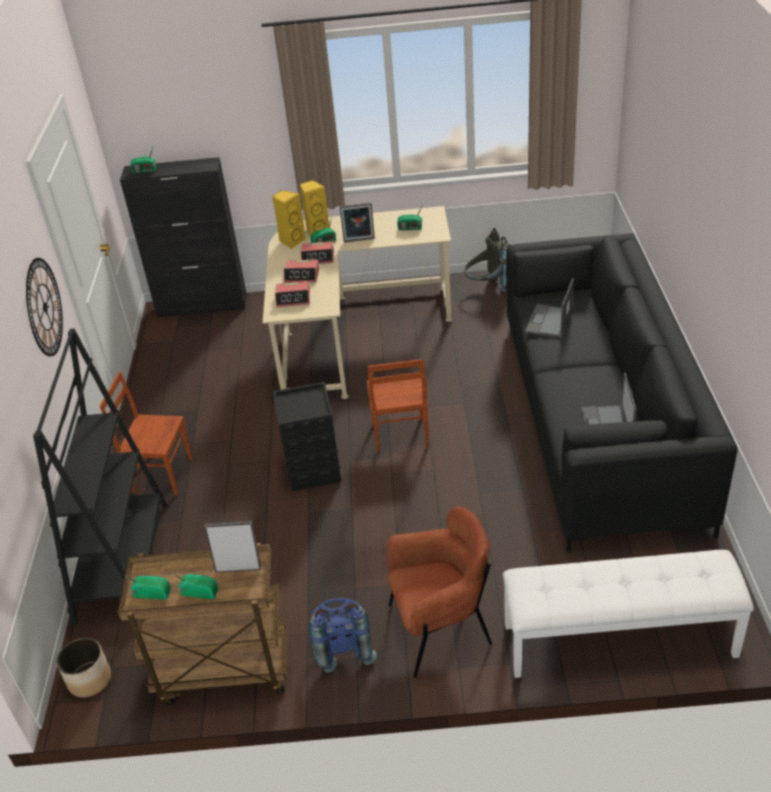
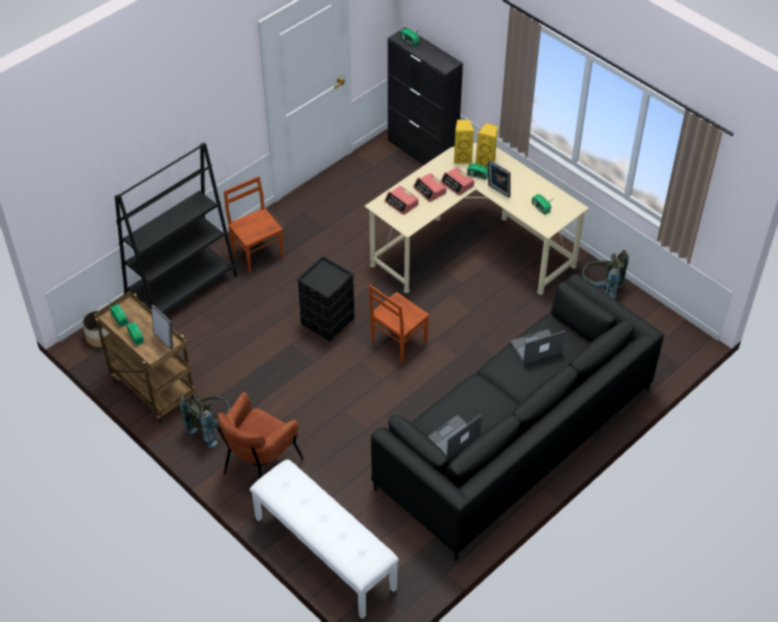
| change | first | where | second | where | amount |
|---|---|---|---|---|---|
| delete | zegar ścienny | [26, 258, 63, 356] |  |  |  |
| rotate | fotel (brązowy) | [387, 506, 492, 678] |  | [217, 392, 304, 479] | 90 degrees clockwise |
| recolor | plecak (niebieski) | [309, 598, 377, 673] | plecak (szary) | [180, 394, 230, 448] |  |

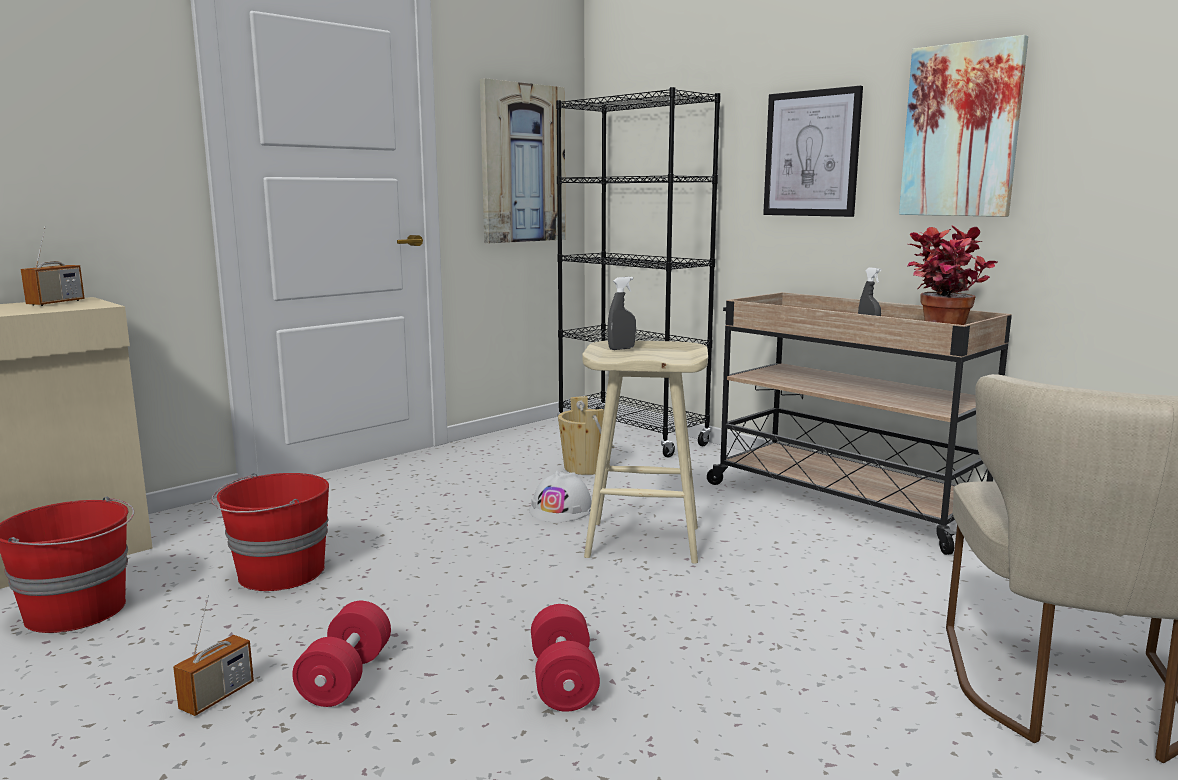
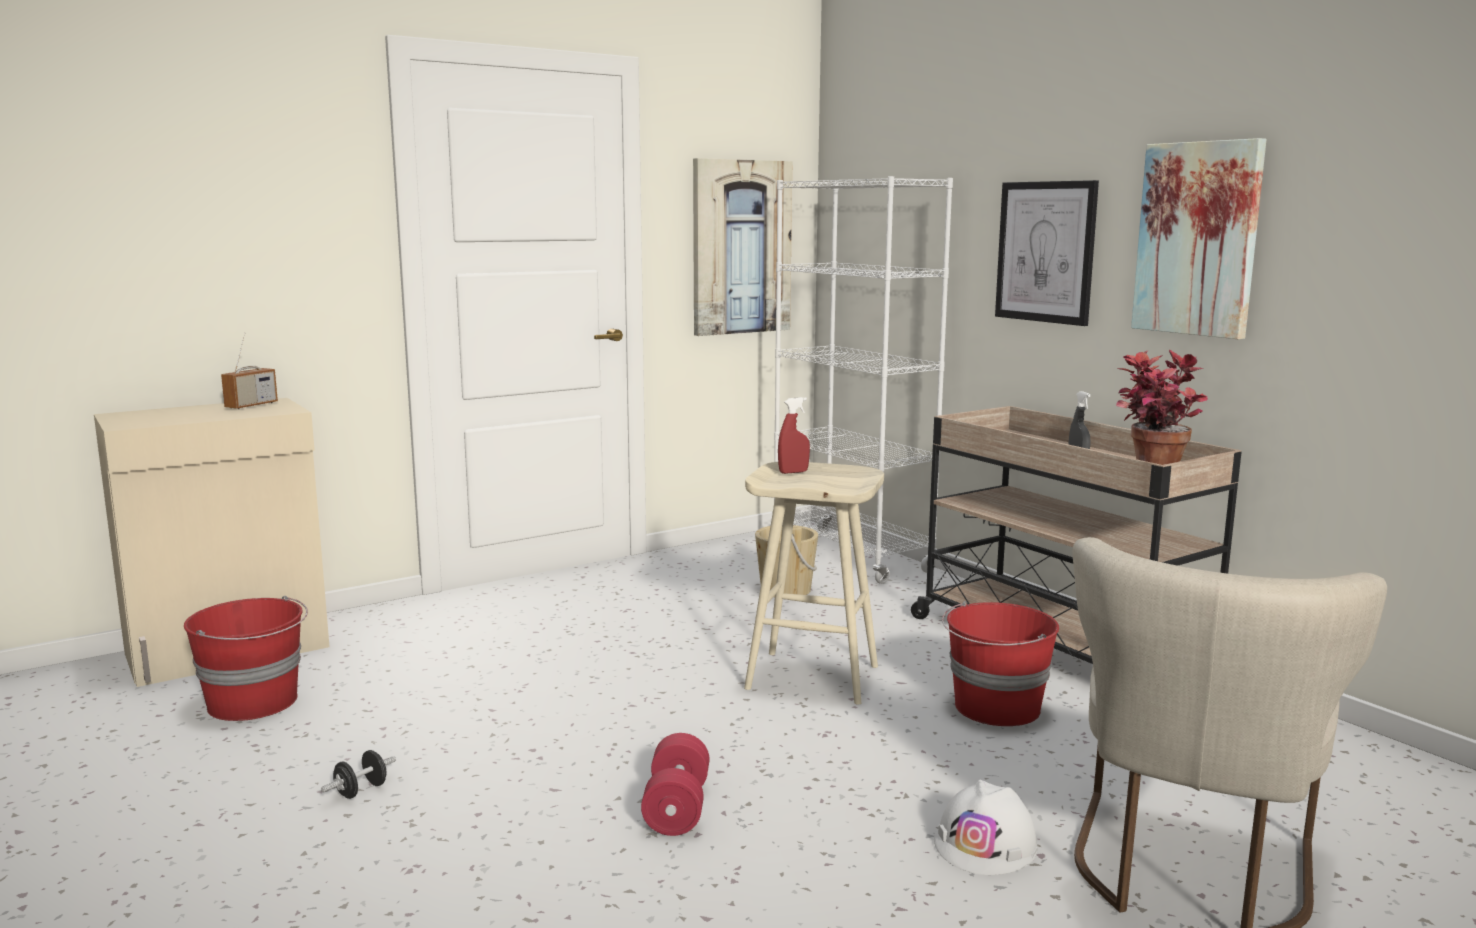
| change | first | where | second | where | amount |
|---|---|---|---|---|---|
| recolor | regał (czarny) | [556, 87, 721, 458] | regał (biały) | [774, 176, 953, 584] |  |
| recolor | spryskiwacz (szary) | [608, 277, 636, 350] | spryskiwacz (czerwony) | [778, 397, 810, 474] |  |
| move | kask (biały) | [529, 471, 592, 522] |  | [934, 780, 1038, 875] |  |
| move | wiadro (czerwony) | [211, 473, 329, 591] |  | [942, 601, 1059, 726] |  |
| replace | radio | [173, 595, 254, 716] | hantel (czarny) | [321, 750, 396, 799] |  |
| delete | hantel (czerwony) | [292, 601, 391, 707] |  |  |  |

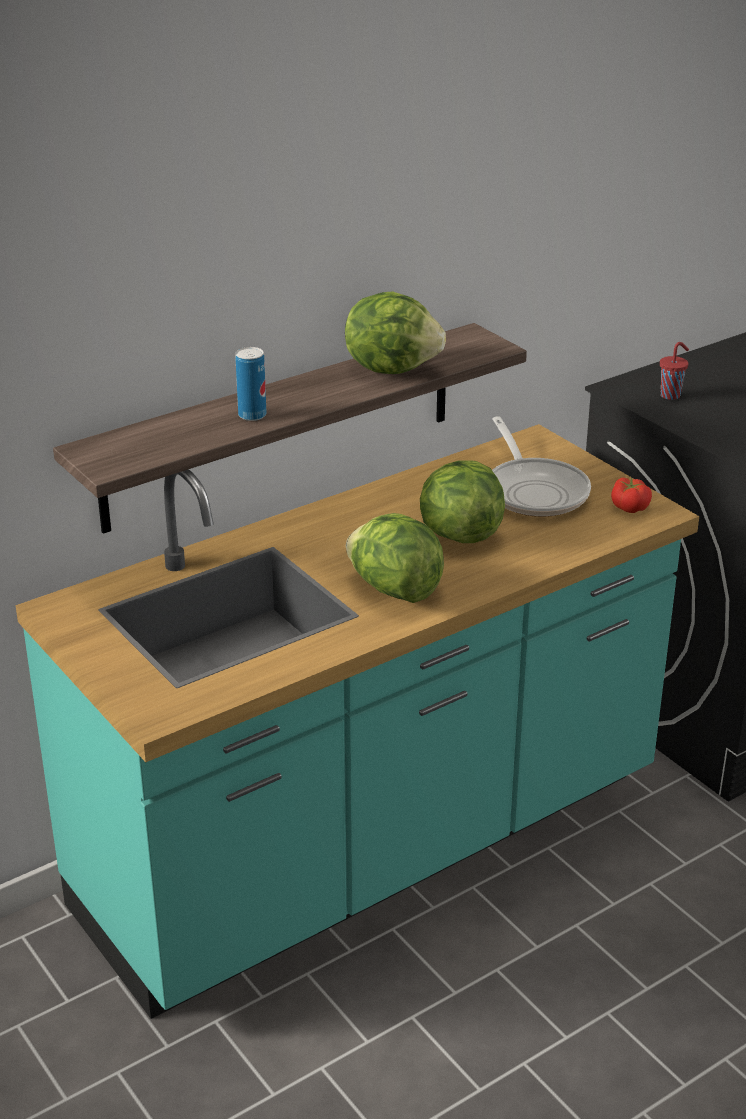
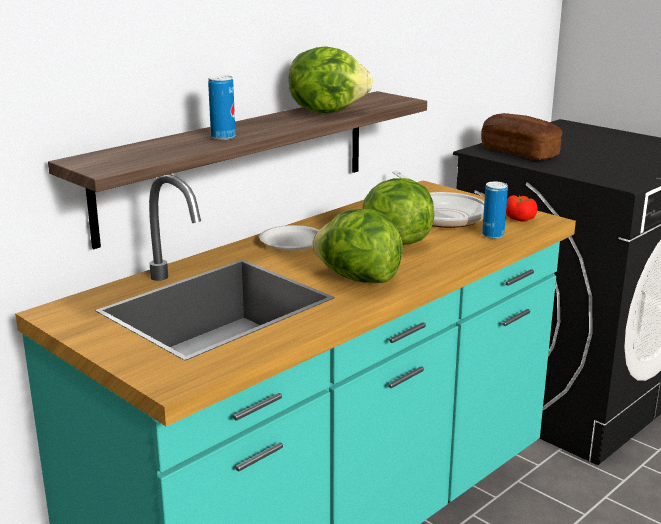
| change | first | where | second | where | amount |
|---|---|---|---|---|---|
| replace | filiżanka (czerwony) | [660, 342, 689, 400] | chleb | [481, 113, 563, 160] |  |
| insert |  |  | puszka | [482, 182, 508, 239] |  |
| insert |  |  | talerz (biały) | [259, 225, 319, 250] |  |

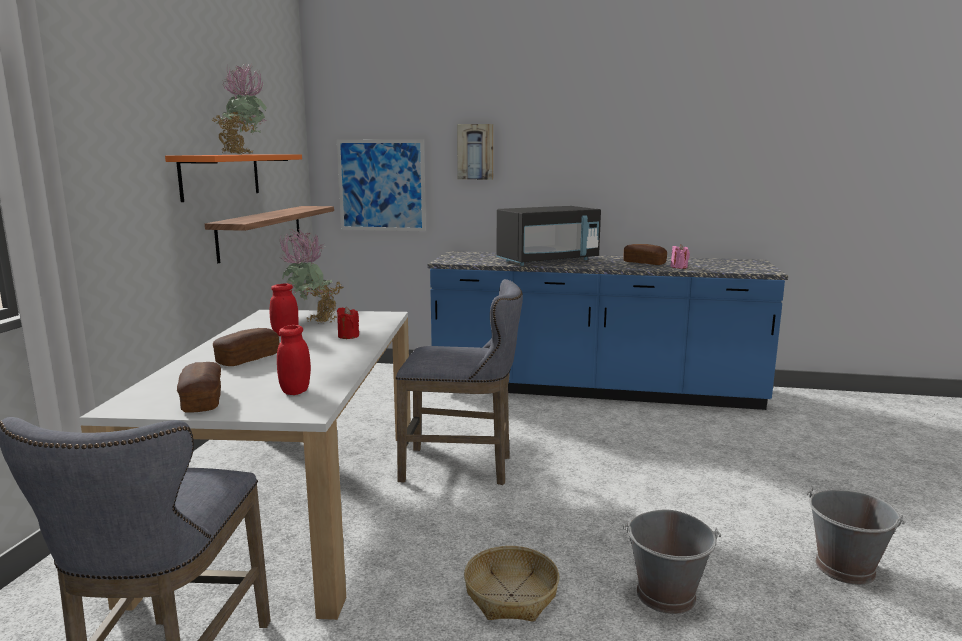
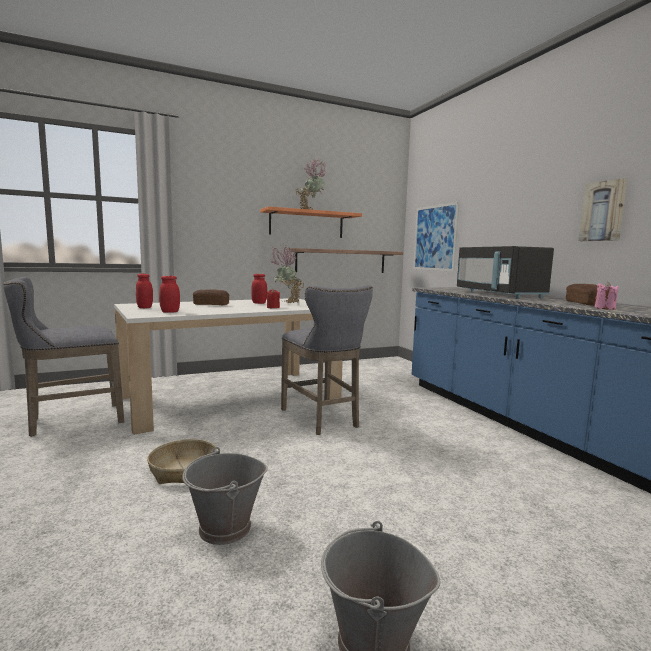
| change | first | where | second | where | amount |
|---|---|---|---|---|---|
| move | obraz | [457, 124, 494, 180] |  | [578, 178, 628, 241] |  |
| rotate | mikrofalówka (czarny) | [496, 206, 601, 266] |  | [457, 246, 554, 298] | 45 degrees clockwise |
| replace | chleb | [177, 362, 221, 413] | słoik (czerwony) | [136, 274, 153, 308] |  |

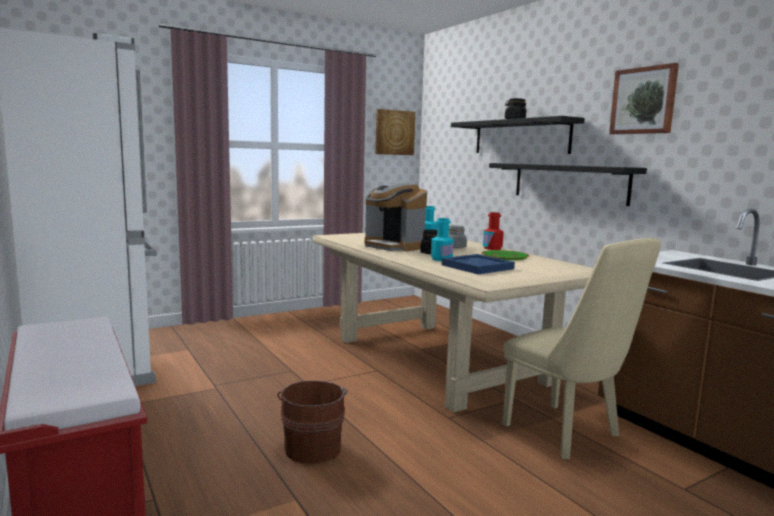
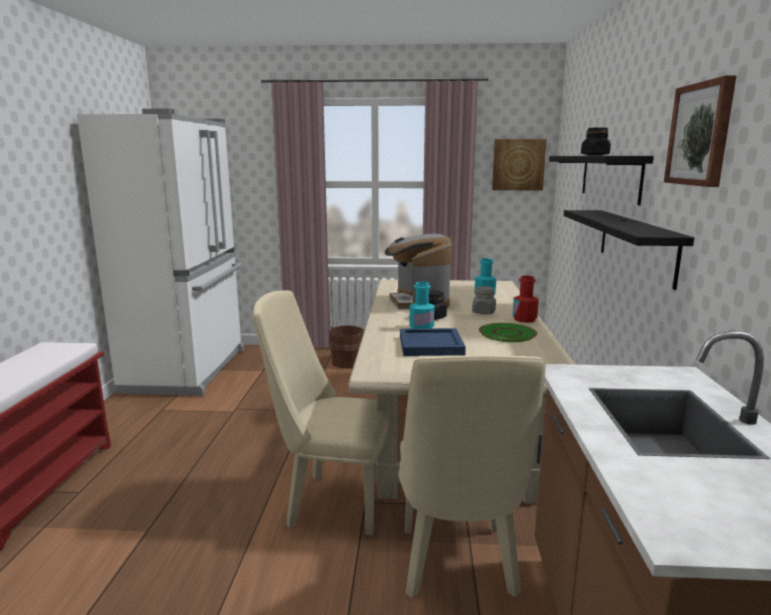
| change | first | where | second | where | amount |
|---|---|---|---|---|---|
| move | wiadro (brązowy) | [277, 380, 348, 463] |  | [329, 325, 364, 368] |  |
| insert |  |  | krzesło (beżowy) | [253, 290, 389, 535] |  |

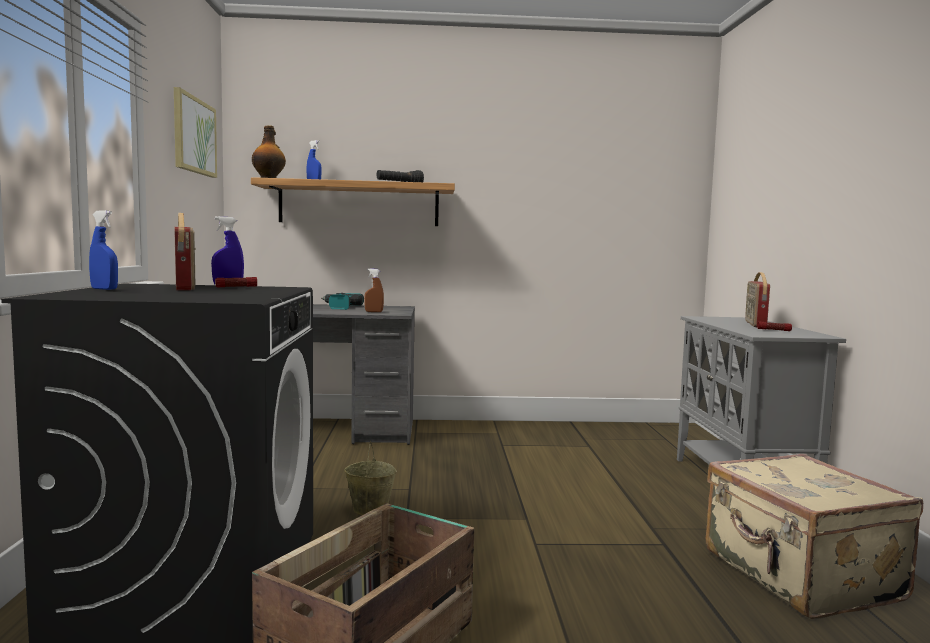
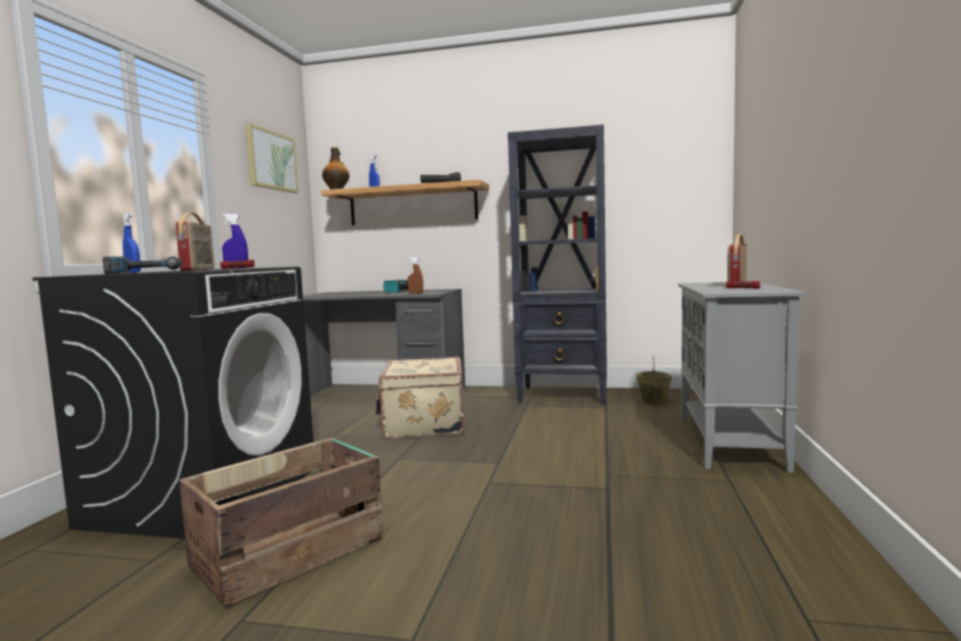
| change | first | where | second | where | amount |
|---|---|---|---|---|---|
| move | wiadro (beżowy) | [344, 441, 397, 515] |  | [636, 356, 672, 405] |  |
| move | walizka (beżowy) | [706, 454, 923, 619] |  | [375, 357, 465, 439] |  |
| insert |  |  | regał (czarny) | [508, 124, 607, 405] |  |
| insert |  |  | wiertarka | [102, 256, 182, 274] |  |

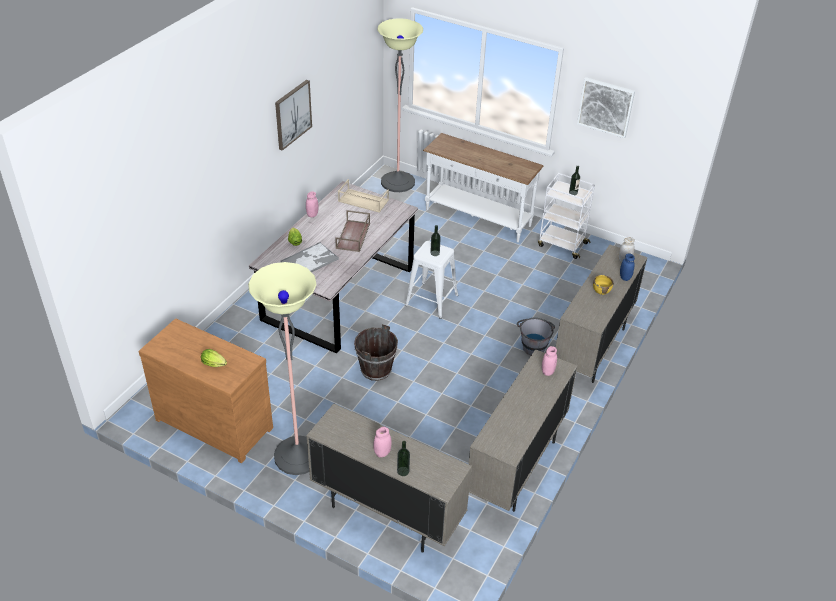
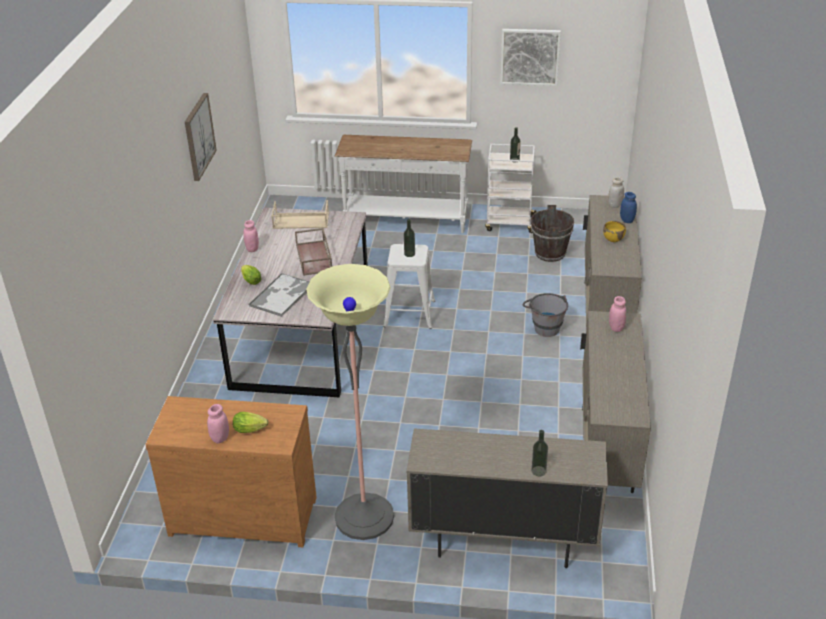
| change | first | where | second | where | amount |
|---|---|---|---|---|---|
| delete | lampa stojąca | [377, 18, 423, 192] |  |  |  |
| move | wiadro (brązowy) | [354, 324, 398, 381] |  | [531, 205, 574, 262] |  |
| move | słoik (różowy) | [373, 427, 392, 457] |  | [207, 404, 229, 444] |  |

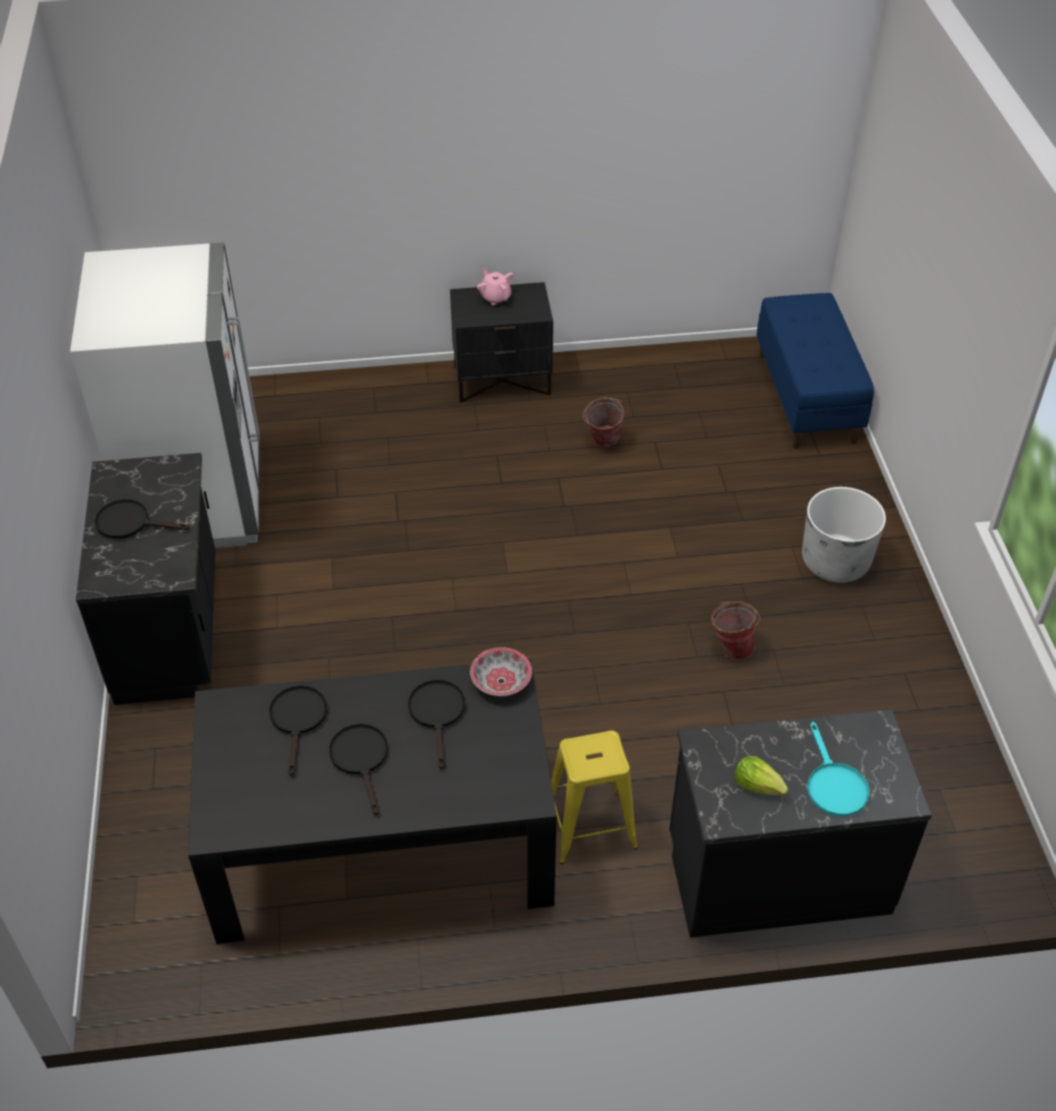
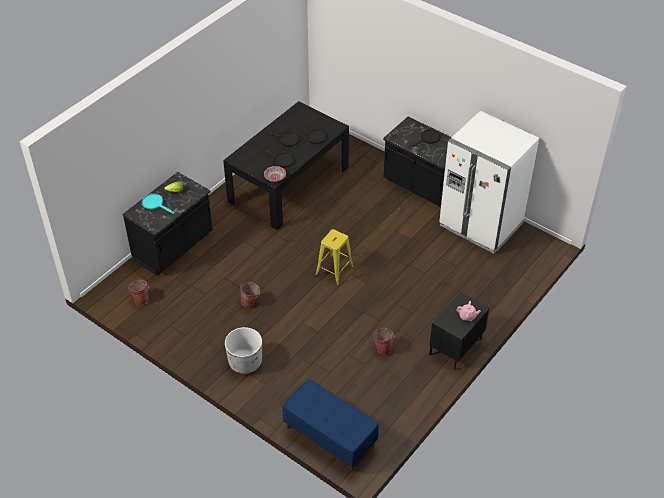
| change | first | where | second | where | amount |
|---|---|---|---|---|---|
| move | stołek (żółty) | [551, 730, 638, 864] |  | [315, 229, 354, 286] |  |
| insert |  |  | wiadro | [128, 279, 149, 305] |  |

